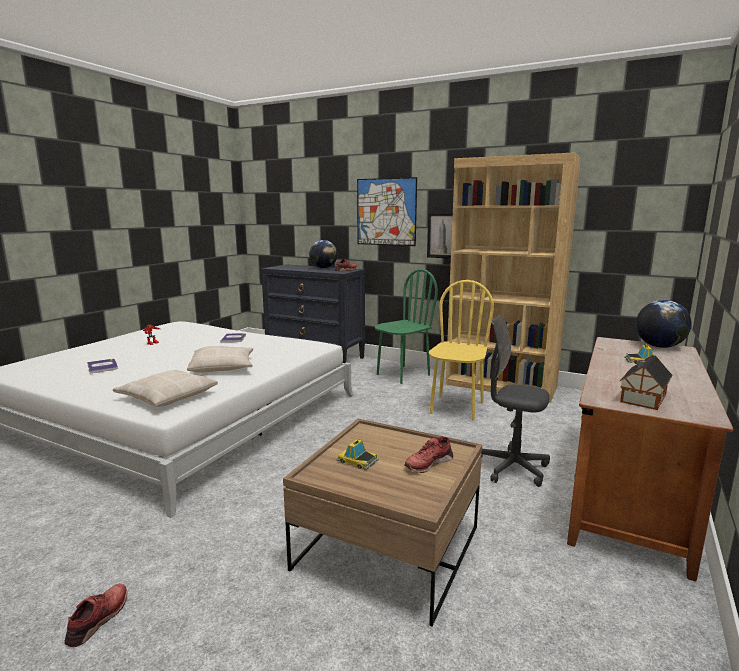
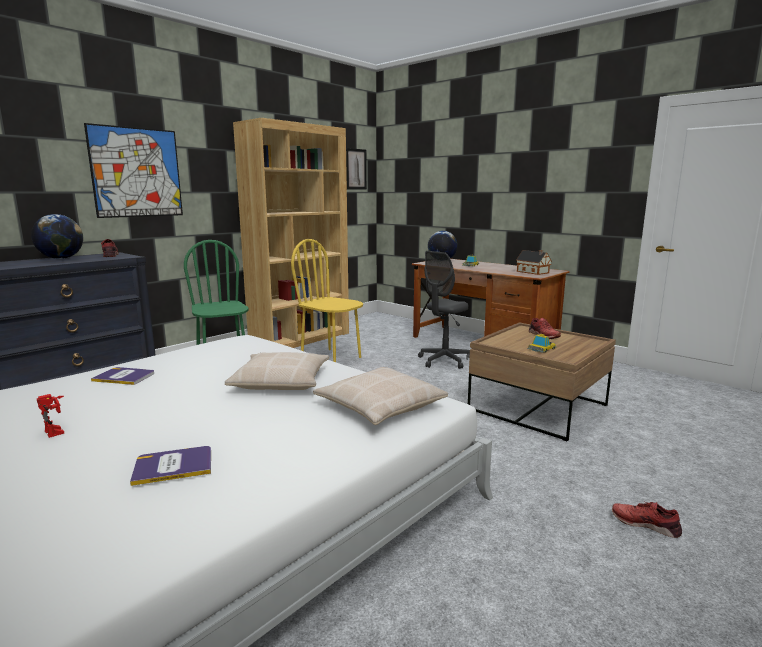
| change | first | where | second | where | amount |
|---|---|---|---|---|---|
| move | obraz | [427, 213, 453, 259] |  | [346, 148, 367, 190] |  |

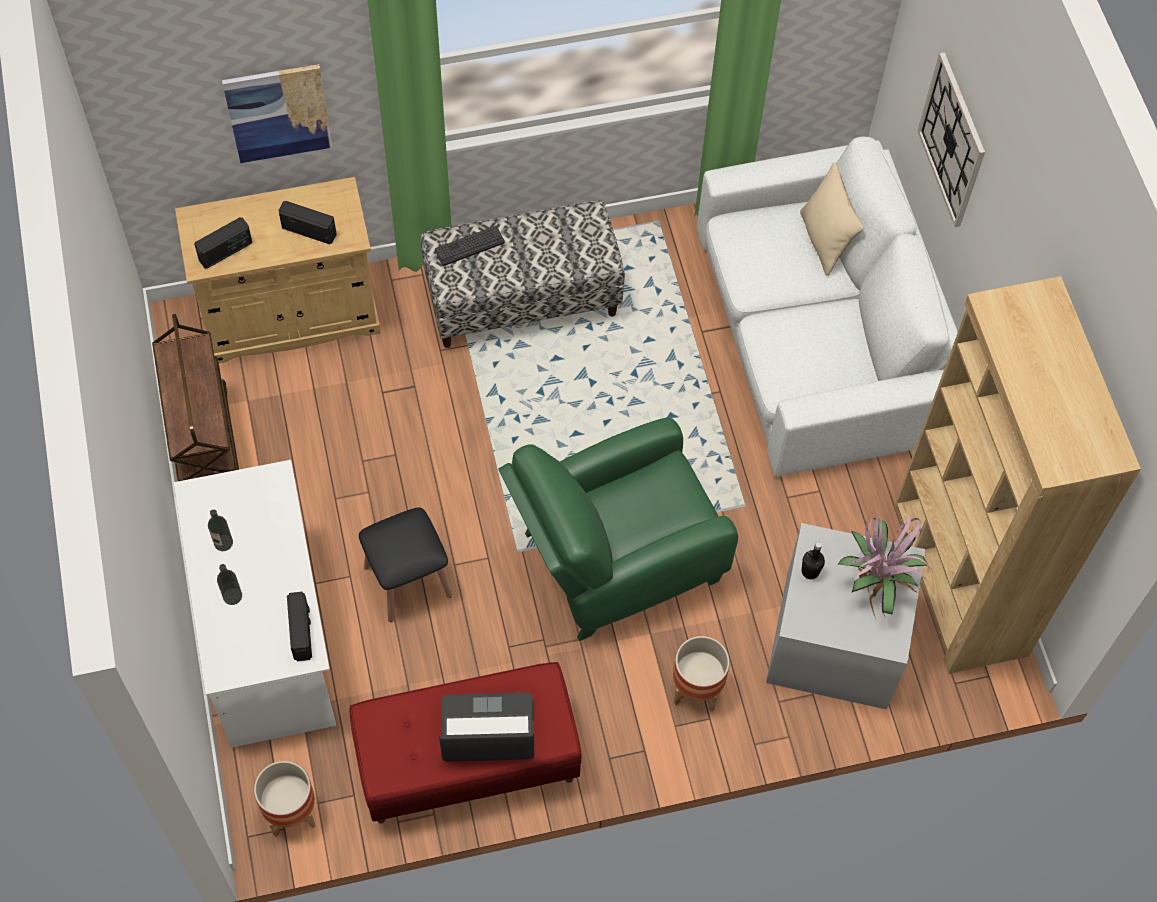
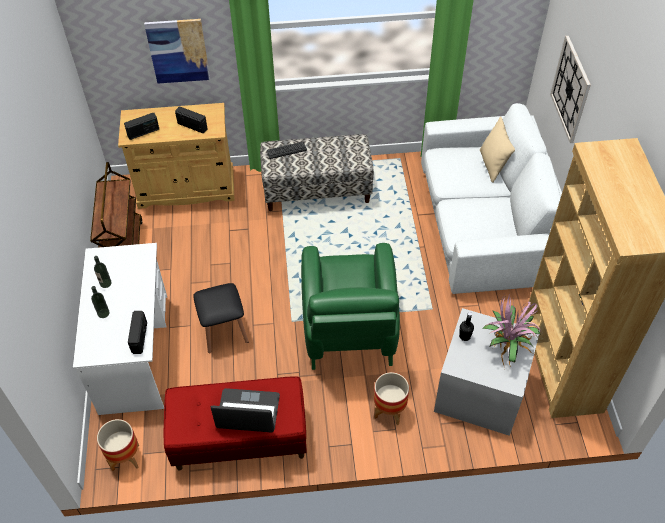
| change | first | where | second | where | amount |
|---|---|---|---|---|---|
| rotate | fotel (zielony) | [499, 418, 738, 641] |  | [301, 243, 400, 370] | 75 degrees counterclockwise |

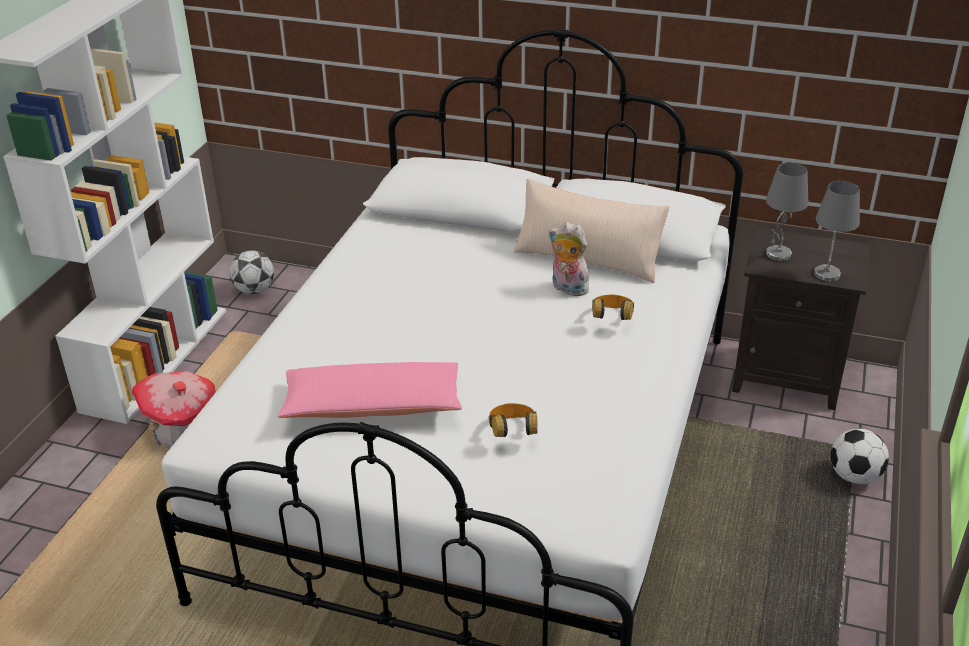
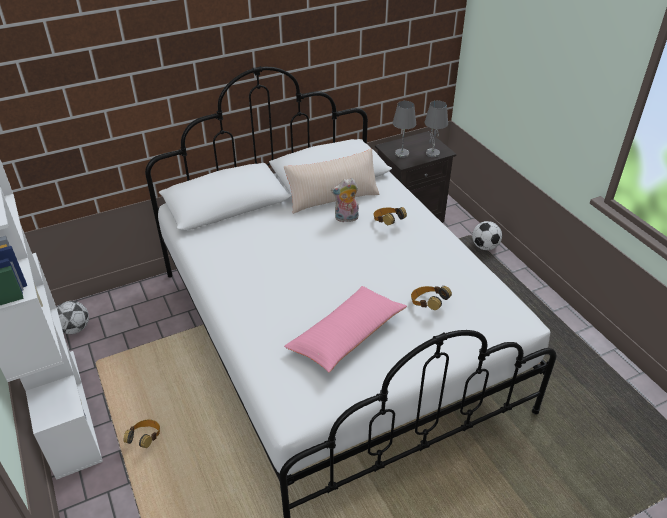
| change | first | where | second | where | amount |
|---|---|---|---|---|---|
| replace | domek | [132, 371, 216, 448] | słuchawki | [123, 420, 160, 448] |  |

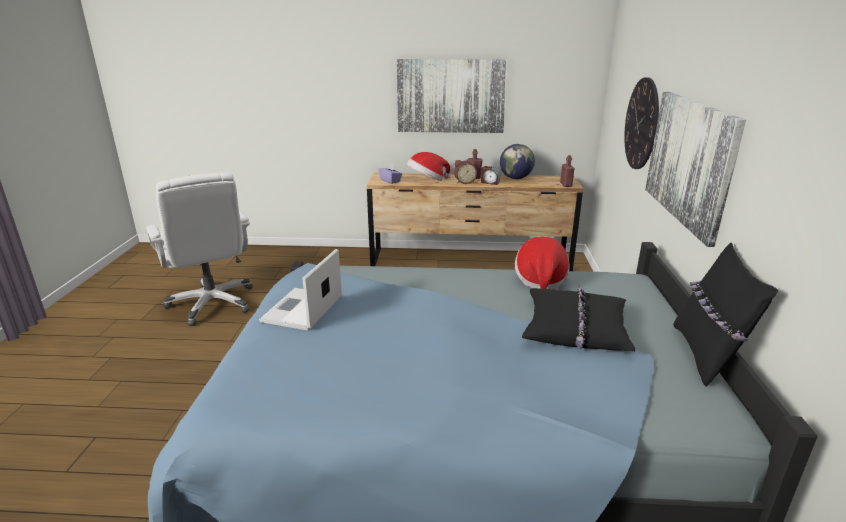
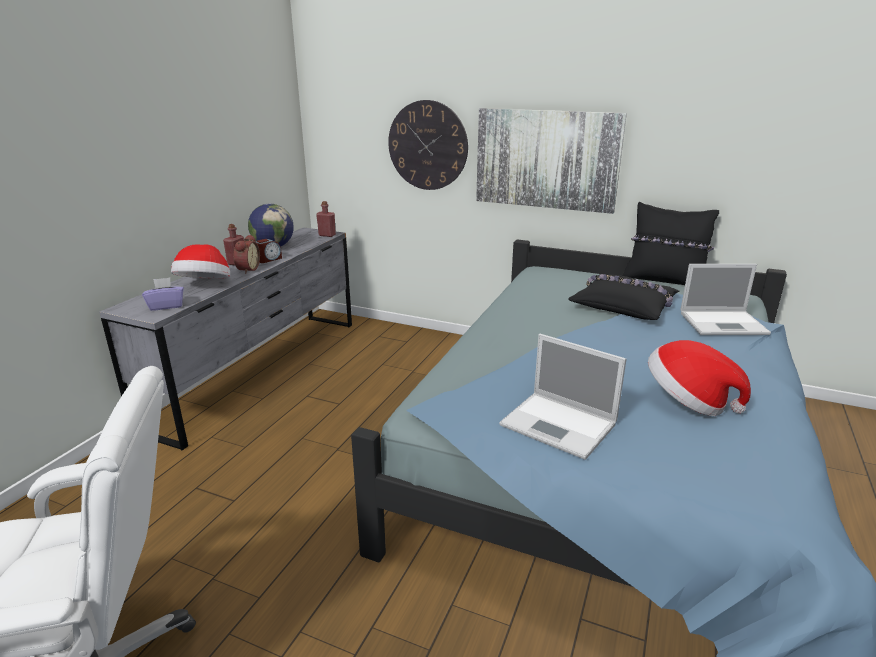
| change | first | where | second | where | amount |
|---|---|---|---|---|---|
| delete | obraz | [397, 59, 508, 133] |  |  |  |
| recolor | komoda (brązowy) | [367, 173, 583, 271] | komoda (szary) | [99, 227, 352, 450] |  |
| move | kapelusz | [515, 237, 569, 290] |  | [648, 340, 751, 416] |  |
| insert |  |  | laptop | [680, 264, 771, 335] |  |

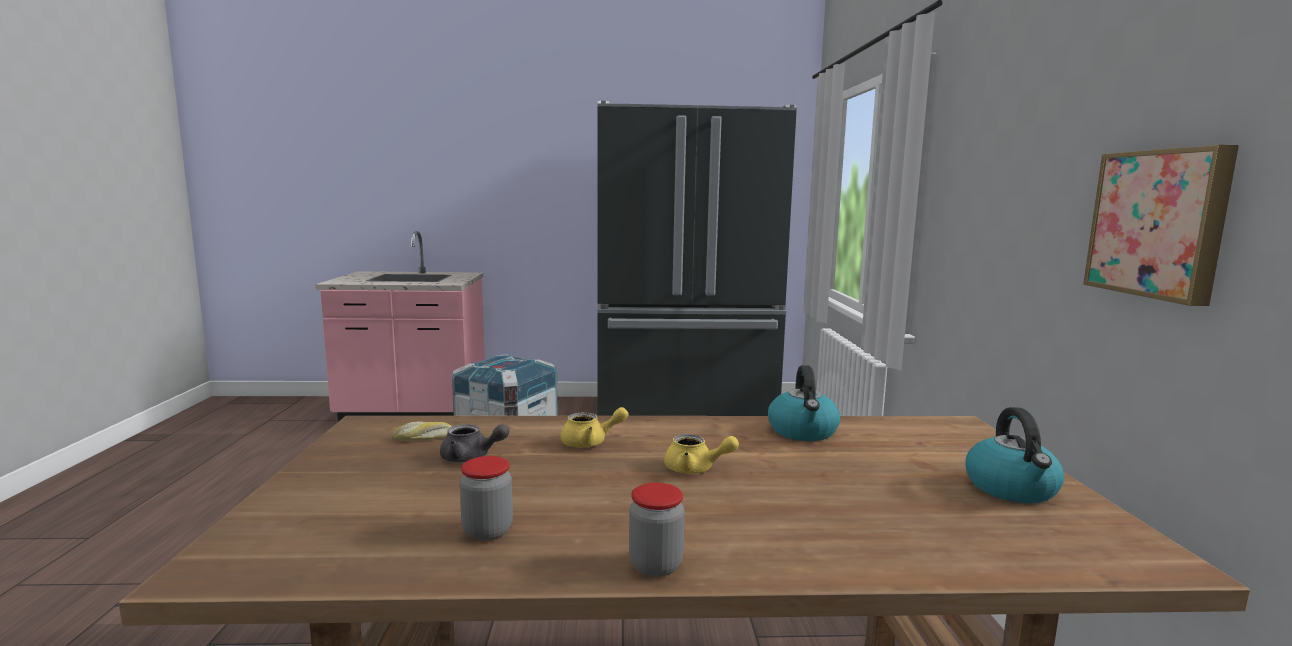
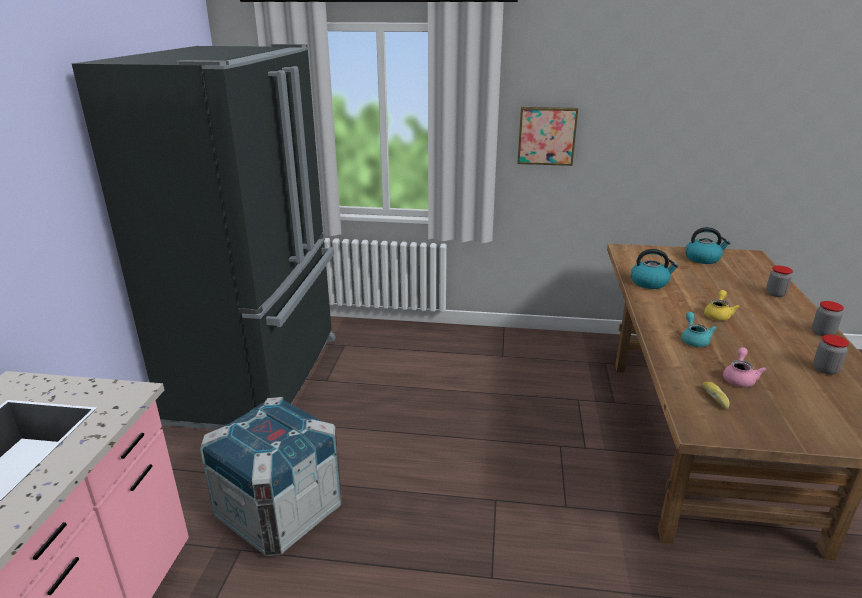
| change | first | where | second | where | amount |
|---|---|---|---|---|---|
| move | obraz | [1083, 145, 1239, 306] |  | [517, 107, 578, 166] |  |
| recolor | imbryk (żółty) | [560, 407, 629, 448] | imbryk (turkusowy) | [681, 312, 716, 347] |  |
| recolor | imbryk (szary) | [440, 424, 509, 462] | imbryk (różowy) | [723, 347, 767, 387] |  |
| insert |  |  | słoik | [766, 266, 793, 297] |  |

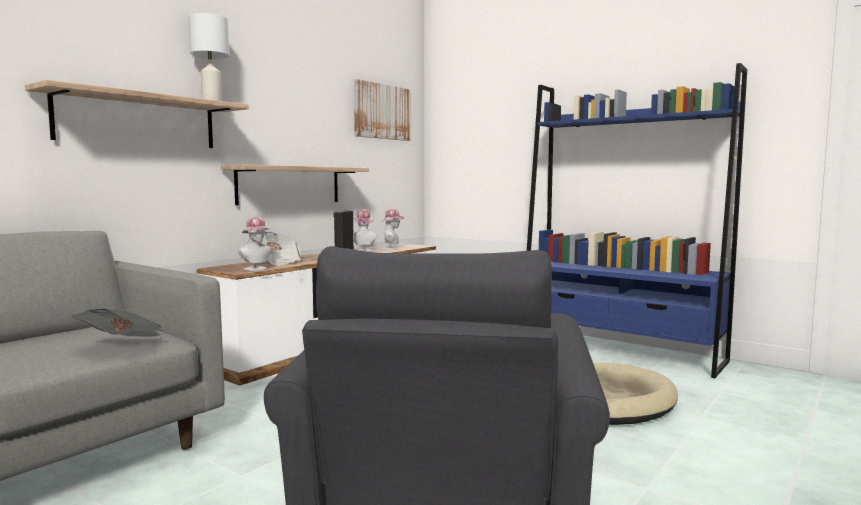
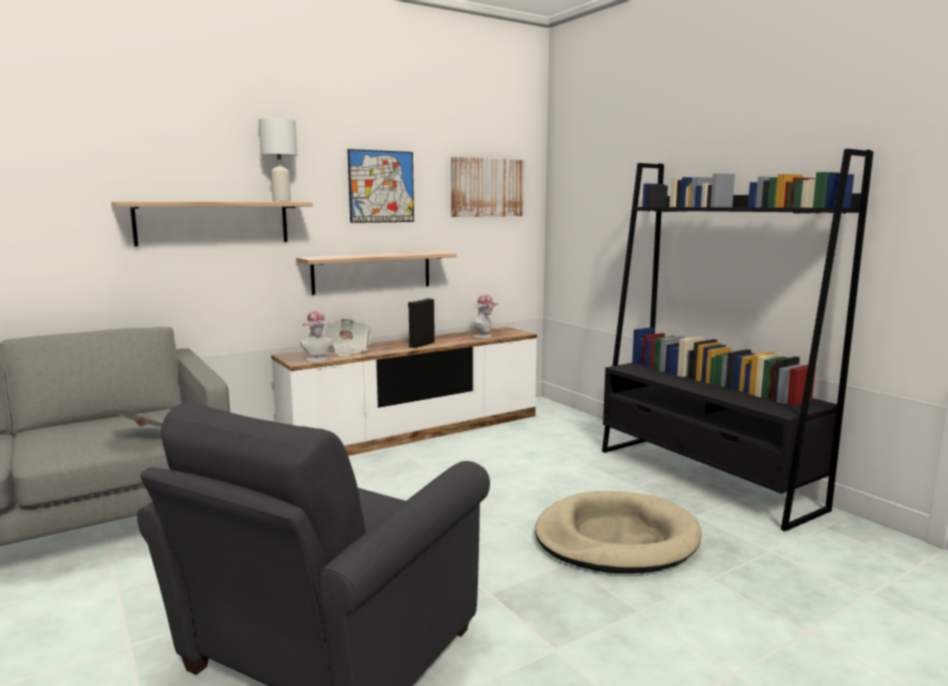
| change | first | where | second | where | amount |
|---|---|---|---|---|---|
| recolor | regał (niebieski) | [527, 63, 747, 378] | regał (czarny) | [602, 149, 873, 531] |  |
| delete | kapelusz | [353, 209, 377, 252] |  |  |  |
| insert |  |  | obraz | [347, 149, 414, 223] |  |

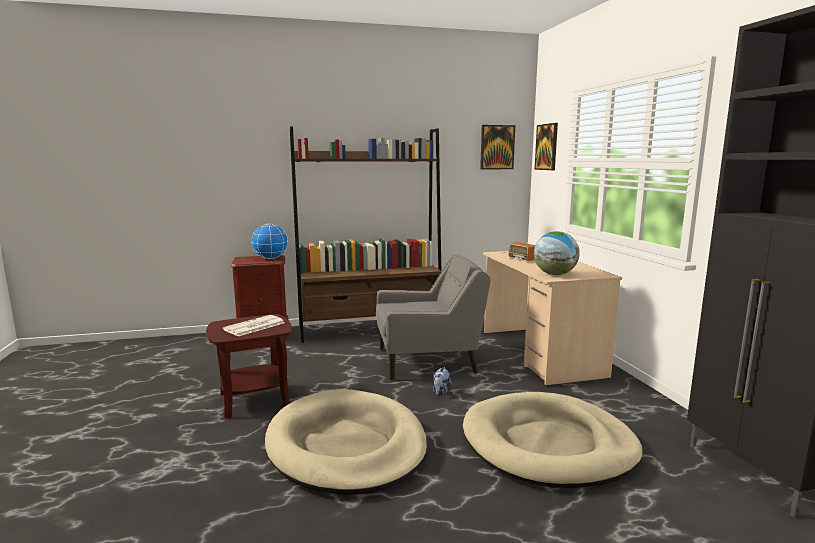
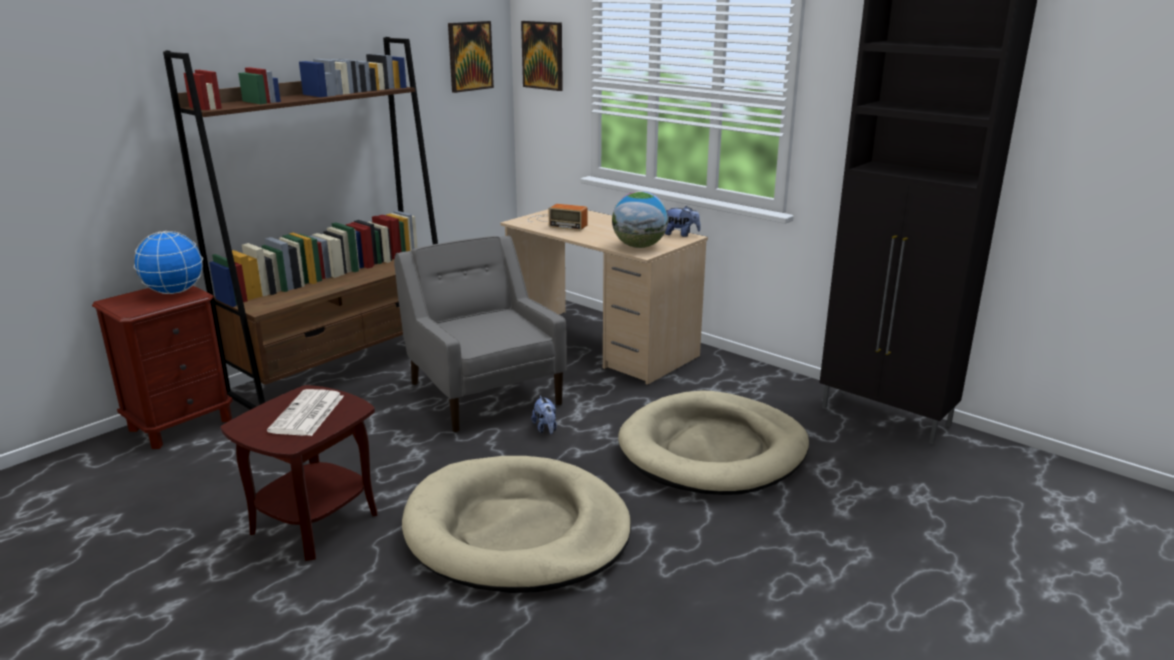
| change | first | where | second | where | amount |
|---|---|---|---|---|---|
| rotate | fotel (szary) | [376, 254, 490, 380] |  | [394, 235, 567, 433] | 75 degrees counterclockwise |
| insert |  |  | pluszak | [665, 206, 700, 237] |  |

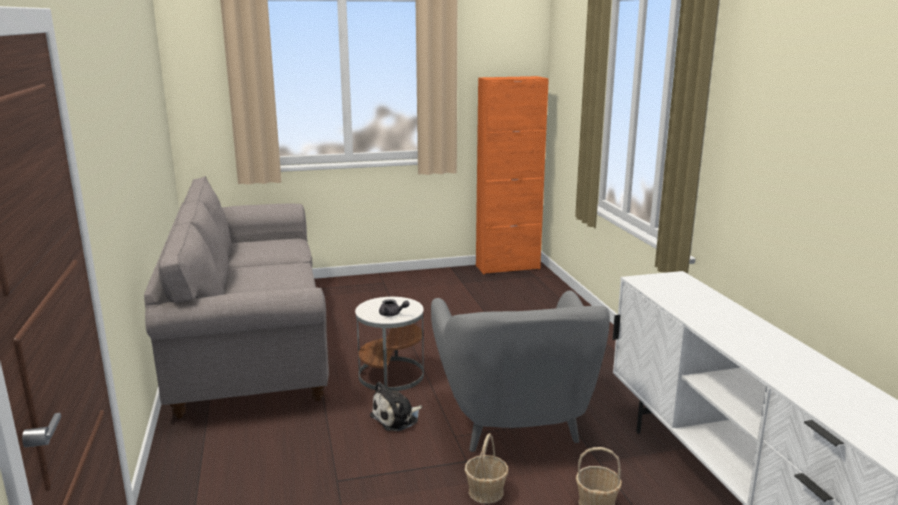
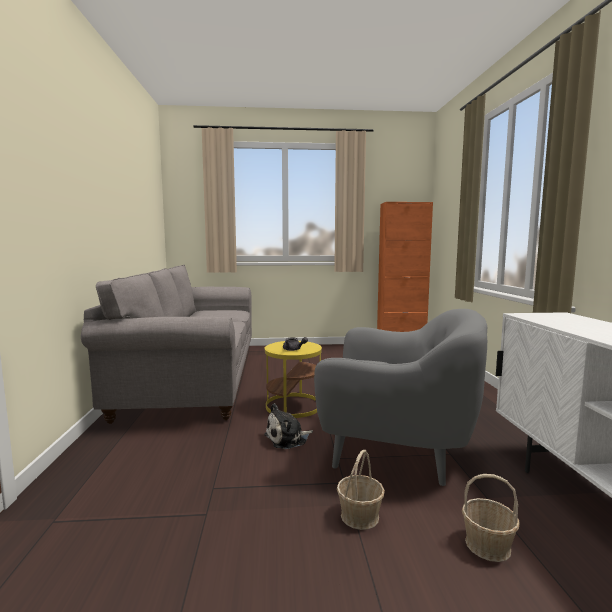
| change | first | where | second | where | amount |
|---|---|---|---|---|---|
| rotate | fotel (szary) | [431, 290, 610, 452] |  | [314, 309, 487, 486] | 75 degrees counterclockwise |
| recolor | stolik (biały) | [355, 297, 424, 391] | stolik (żółty) | [265, 341, 322, 418] |  |

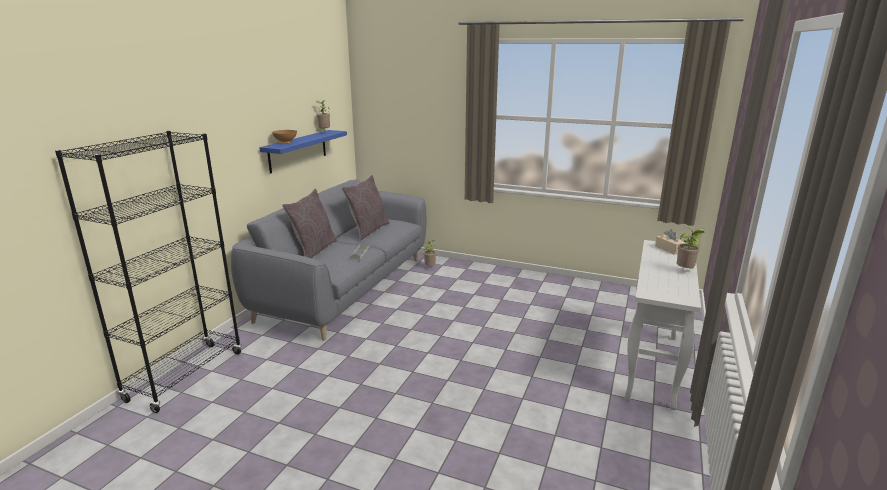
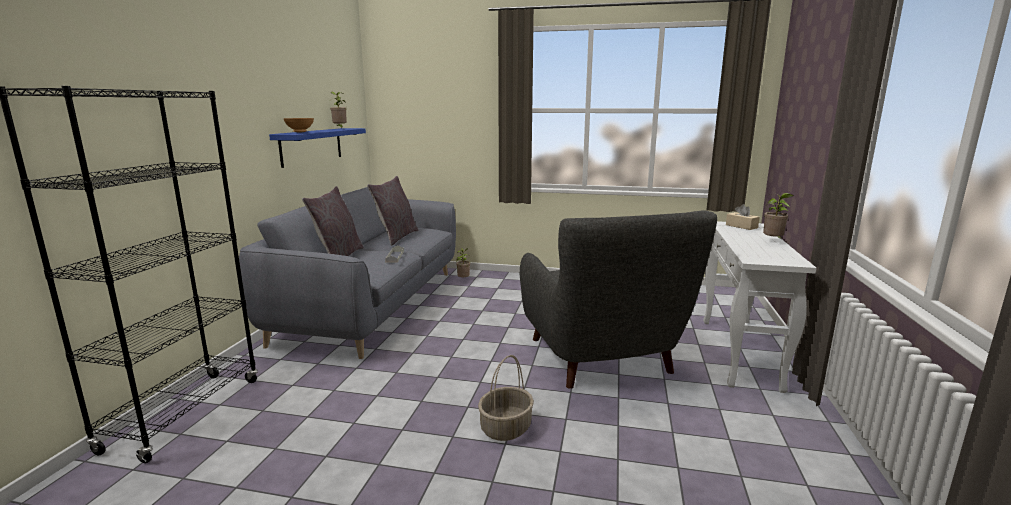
| change | first | where | second | where | amount |
|---|---|---|---|---|---|
| insert |  |  | fotel (szary) | [520, 211, 717, 389] |  |
| insert |  |  | koszyk | [478, 355, 534, 441] |  |

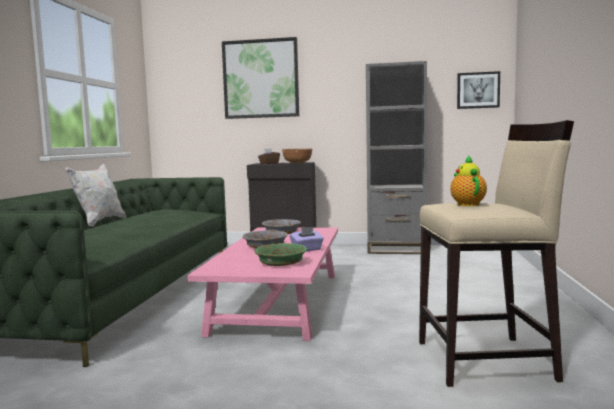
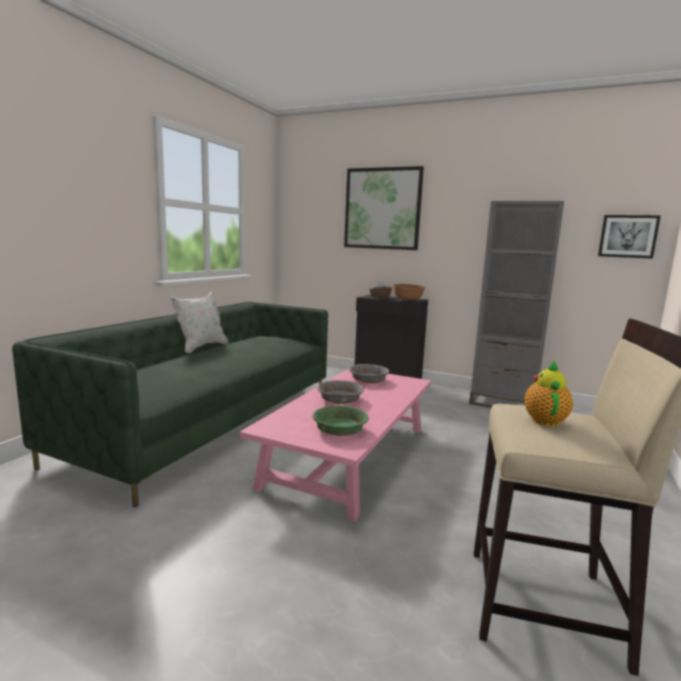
| change | first | where | second | where | amount |
|---|---|---|---|---|---|
| delete | pudełko chusteczek (fioletowy) | [290, 227, 324, 251] |  |  |  |

